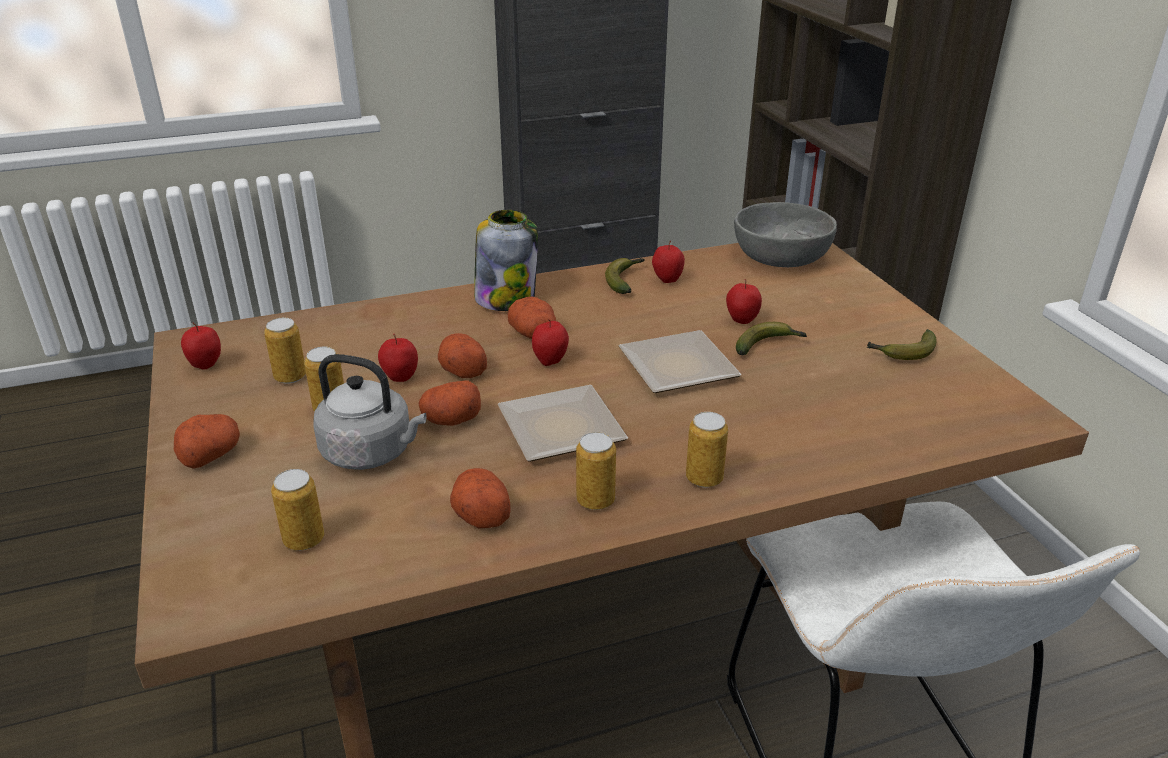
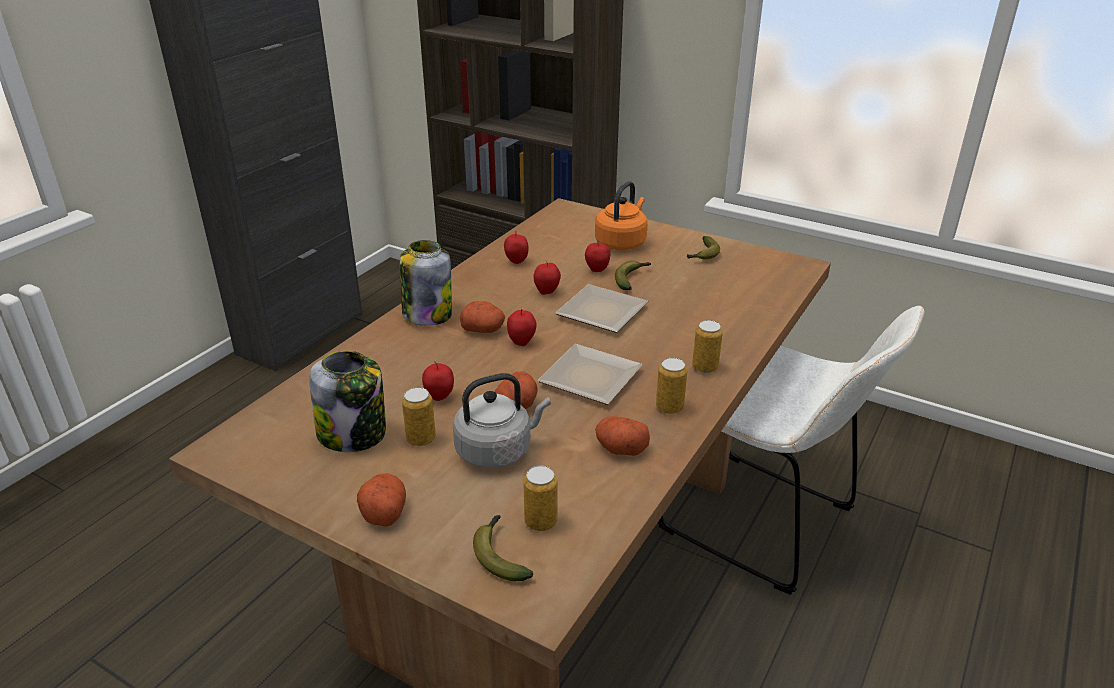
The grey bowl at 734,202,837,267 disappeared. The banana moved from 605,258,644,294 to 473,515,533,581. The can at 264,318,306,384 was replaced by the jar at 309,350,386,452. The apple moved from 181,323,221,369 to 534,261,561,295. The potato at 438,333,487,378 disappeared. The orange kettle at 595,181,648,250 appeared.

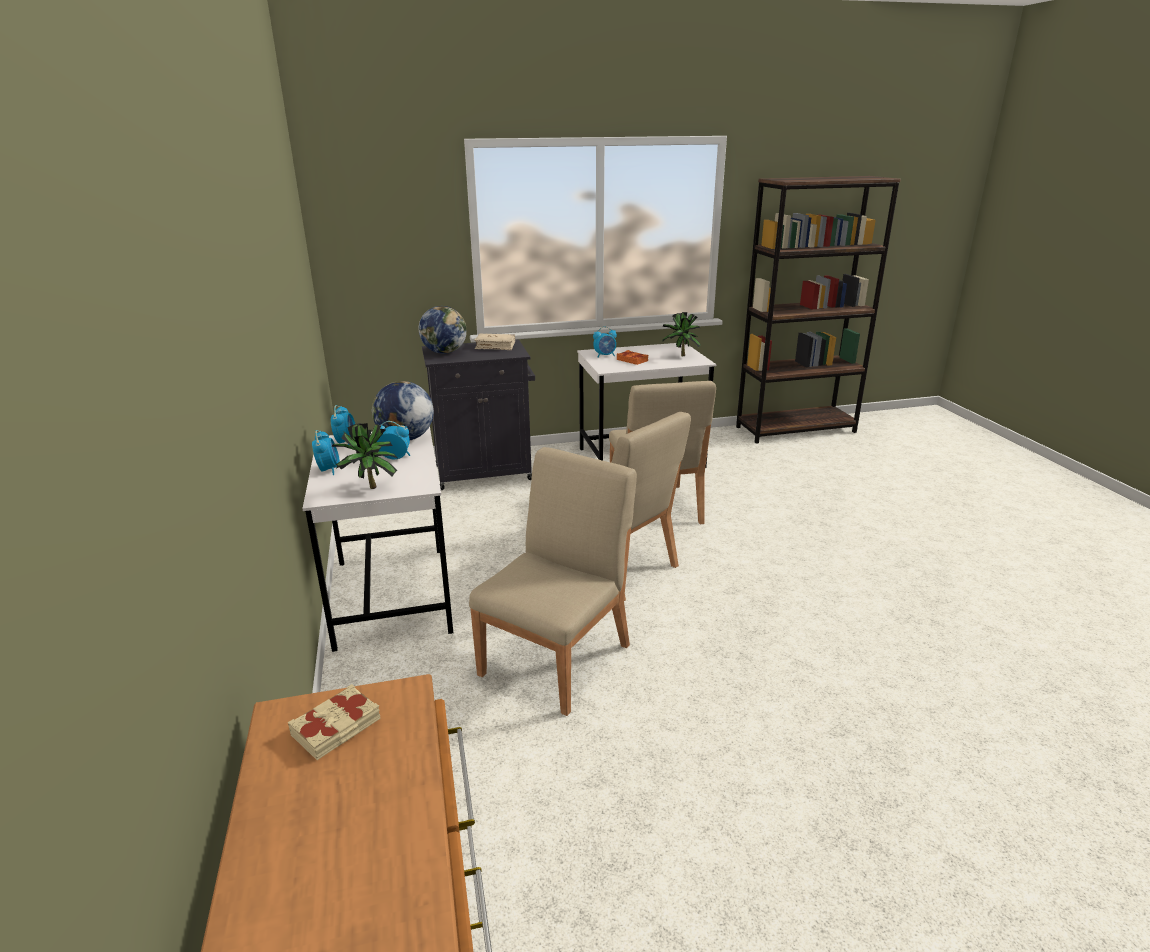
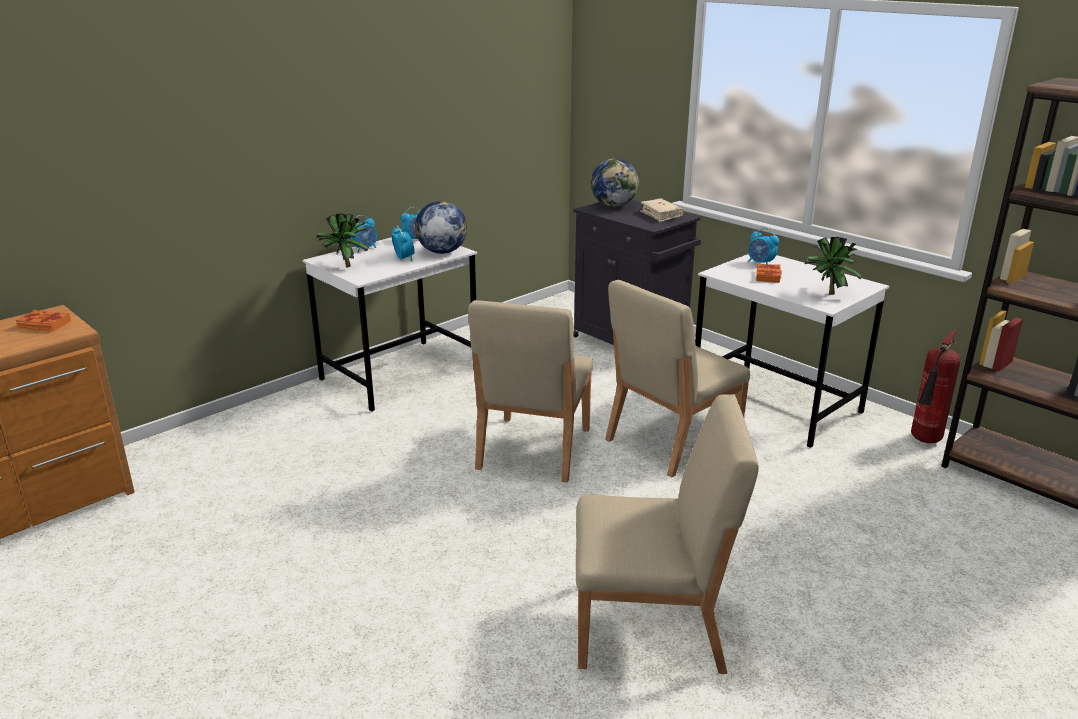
The beige chair moved from 469,447,637,716 to 576,394,759,674. The beige book at 288,684,381,760 became the orange book at 16,310,71,332. The fire extinguisher at 911,330,961,443 appeared.

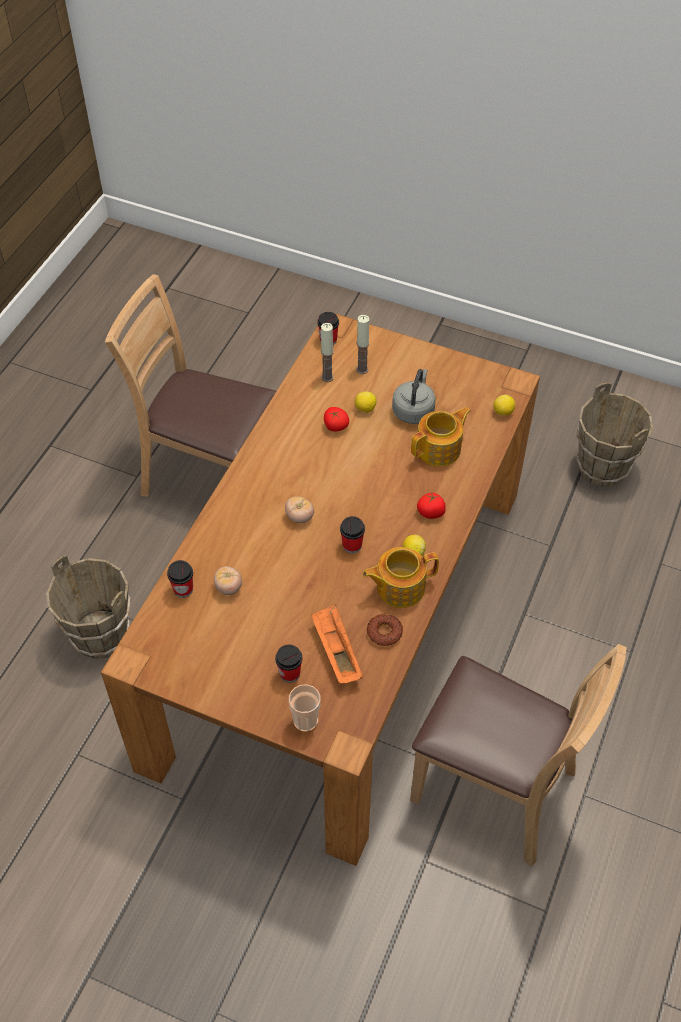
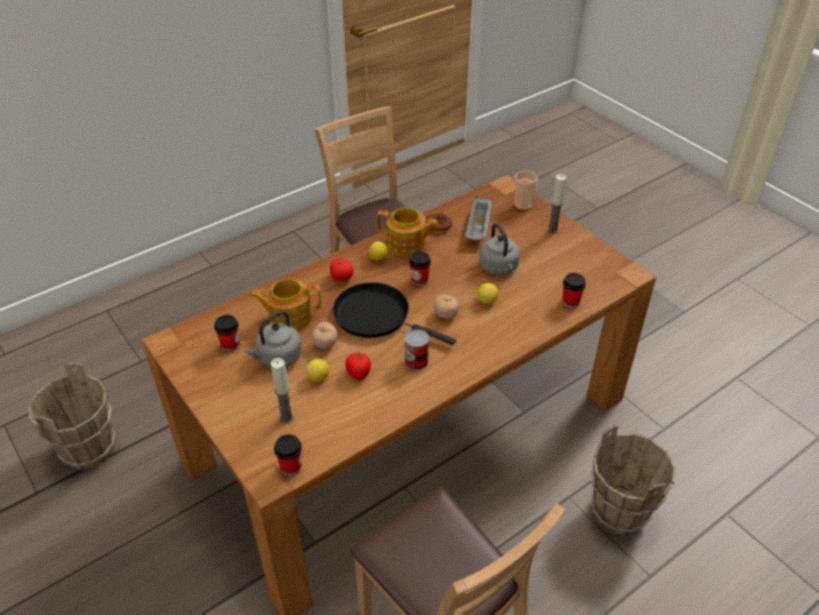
The candle moved from 321,323,334,382 to 547,174,567,234. The lemon moved from 493,395,515,415 to 477,283,499,304. The tomato moved from 214,566,242,595 to 312,322,338,349. The orange tray at 311,604,363,684 became the grey tray at 465,196,493,240. The cup moved from 275,645,302,683 to 214,315,240,352. The grey kettle at 479,223,520,275 appeared. The black frying pan at 333,282,456,345 appeared. The can at 405,329,429,370 appeared.

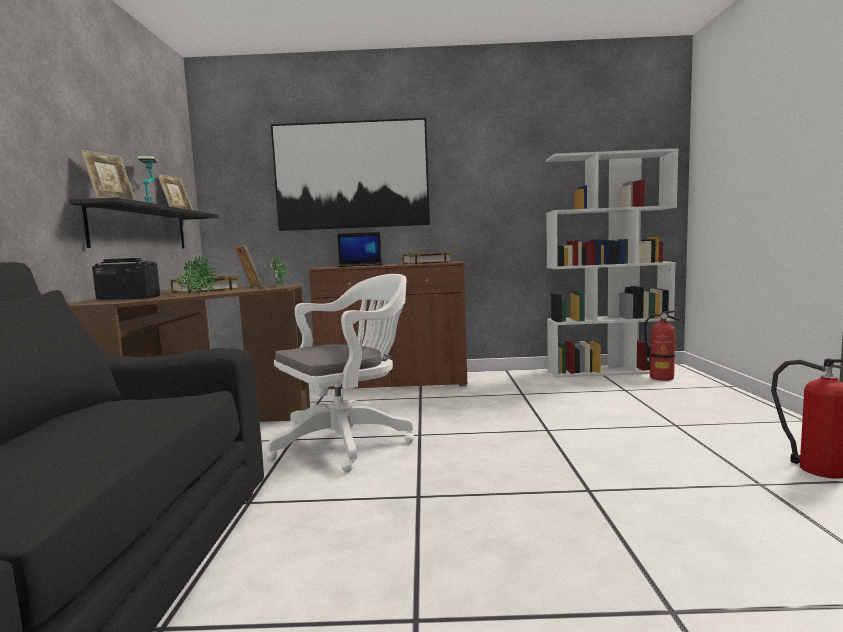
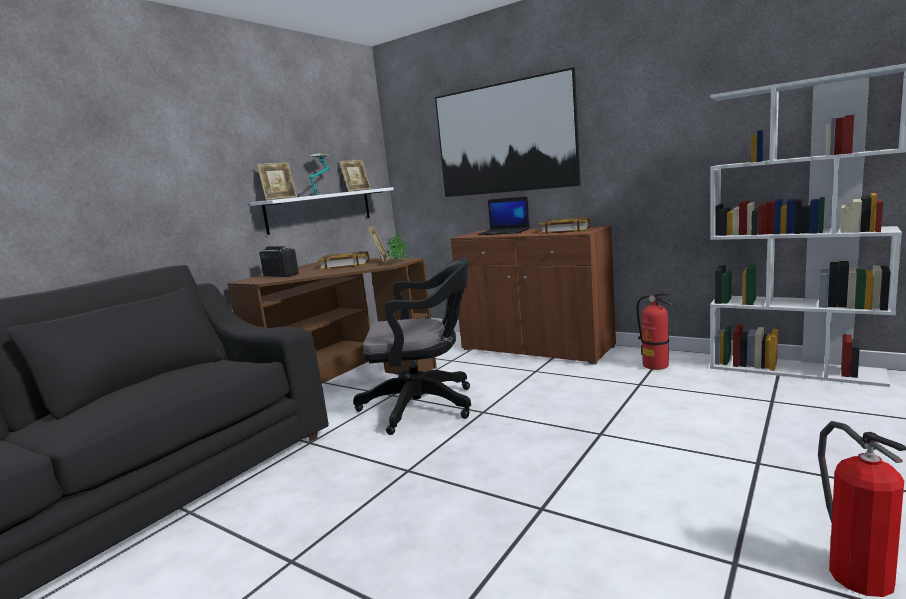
The black shelf at 69,197,219,249 became the white shelf at 250,187,394,235. The potted plant at 177,256,217,293 disappeared. The white office chair at 266,274,414,472 became the black office chair at 353,258,471,435. The fire extinguisher moved from 644,311,681,381 to 637,293,672,370.

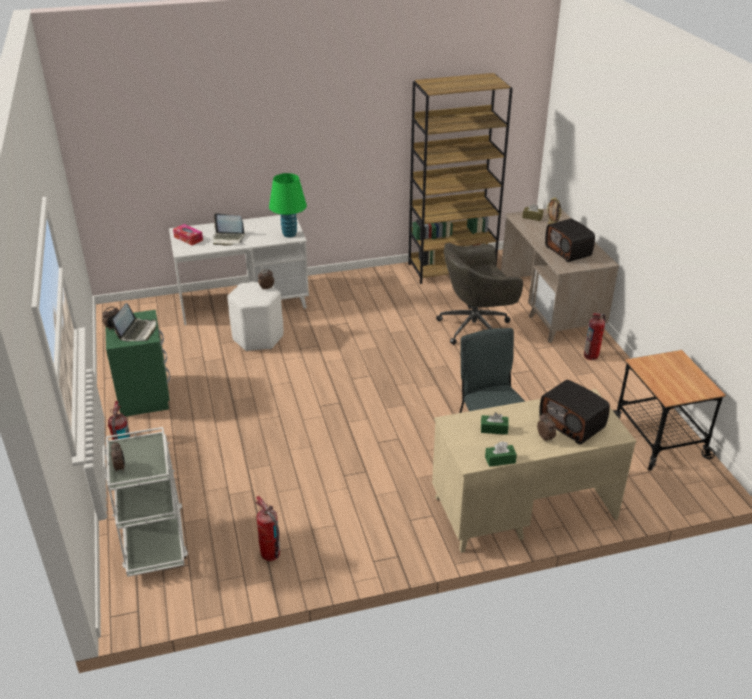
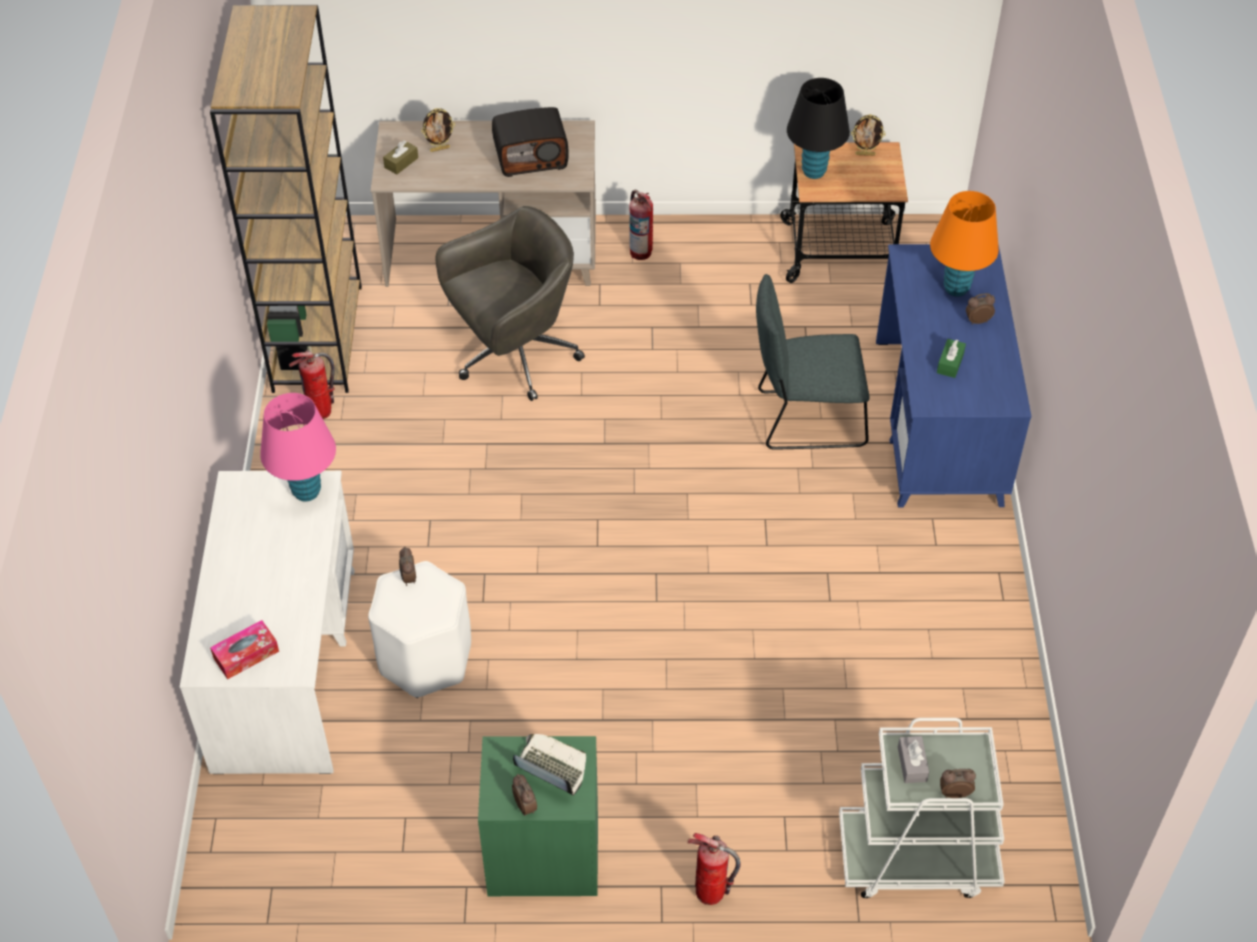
The green table lamp at 269,173,307,238 became the pink table lamp at 260,393,336,502. The laptop at 213,213,244,246 disappeared. The grey office chair at 436,243,523,345 turned 120 degrees counterclockwise. The radio at 539,380,610,444 was replaced by the orange table lamp at 930,191,999,296. The beige desk at 432,389,636,553 became the blue desk at 876,244,1031,508. The green tissue box at 485,441,517,467 disappeared. The fire extinguisher moved from 255,496,280,561 to 289,350,335,419. The black table lamp at 787,78,850,179 appeared. The picture frame at 851,114,885,156 appeared. The grey tissue box at 898,736,929,783 appeared.

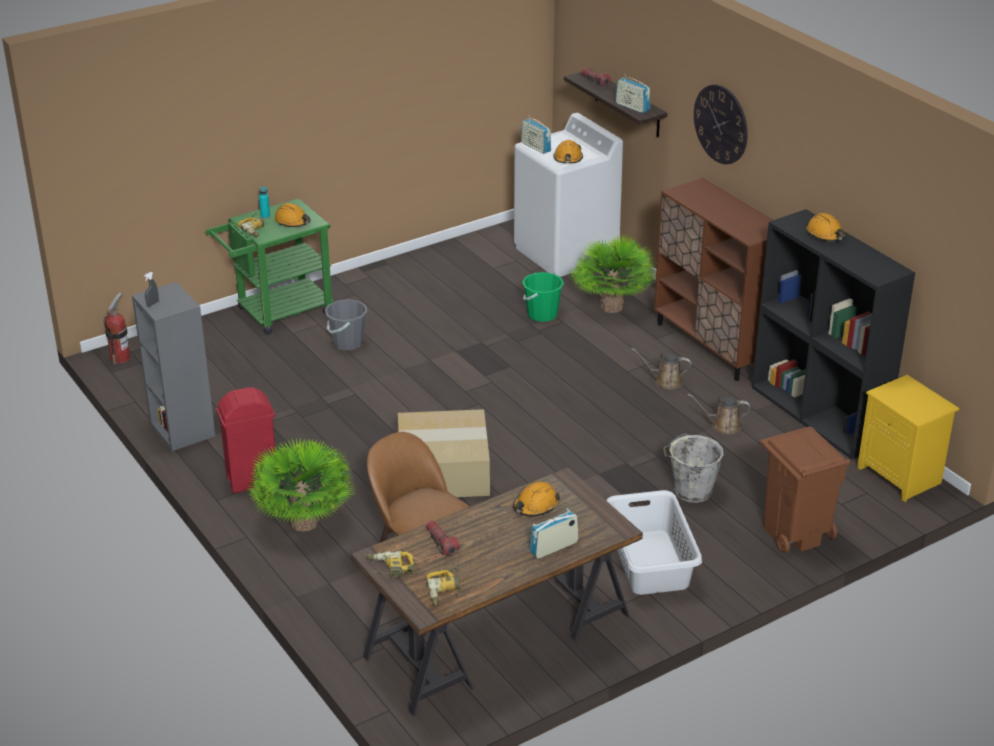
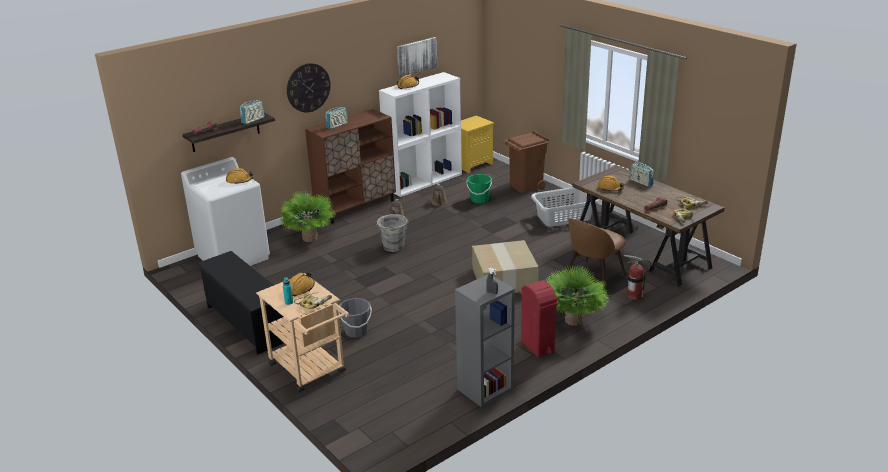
The radio moved from 521,118,551,154 to 326,107,348,129. The green cart at 206,199,334,335 became the beige cart at 256,273,349,392. The black bookcase at 752,209,915,460 became the white bookcase at 379,72,462,197. The green bucket moved from 522,272,564,322 to 466,174,492,203. The fire extinguisher moved from 104,292,130,365 to 624,255,652,301. The grey bucket moved from 663,434,724,503 to 376,214,409,252. The picture at 397,37,437,77 appeared. The black shoe rack at 196,251,291,355 appeared.

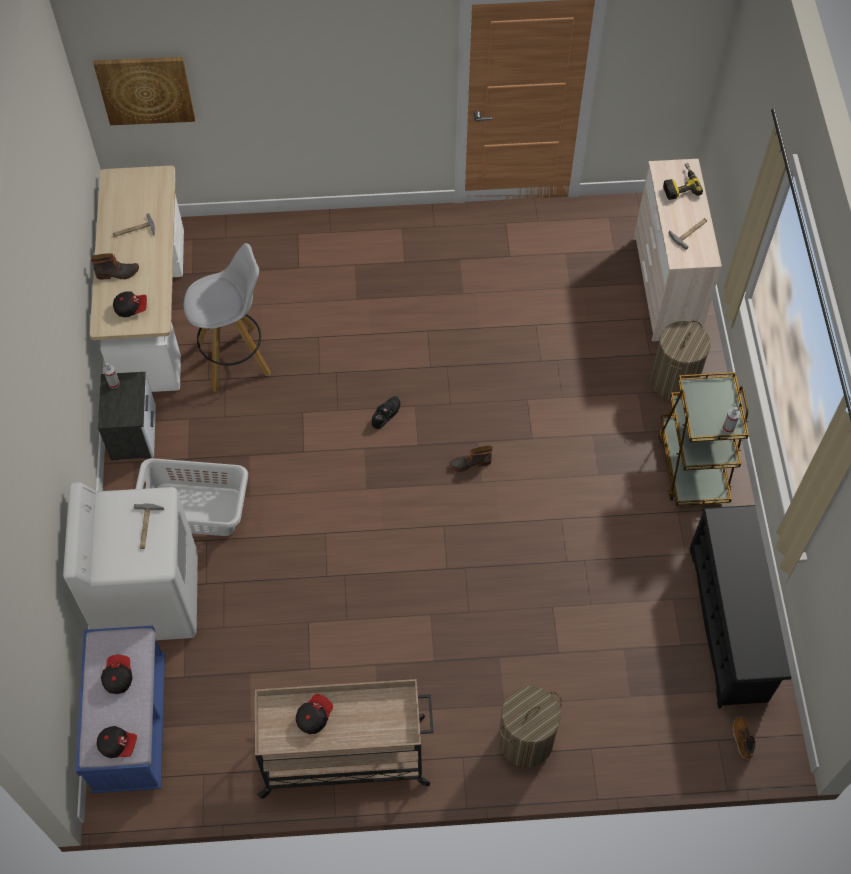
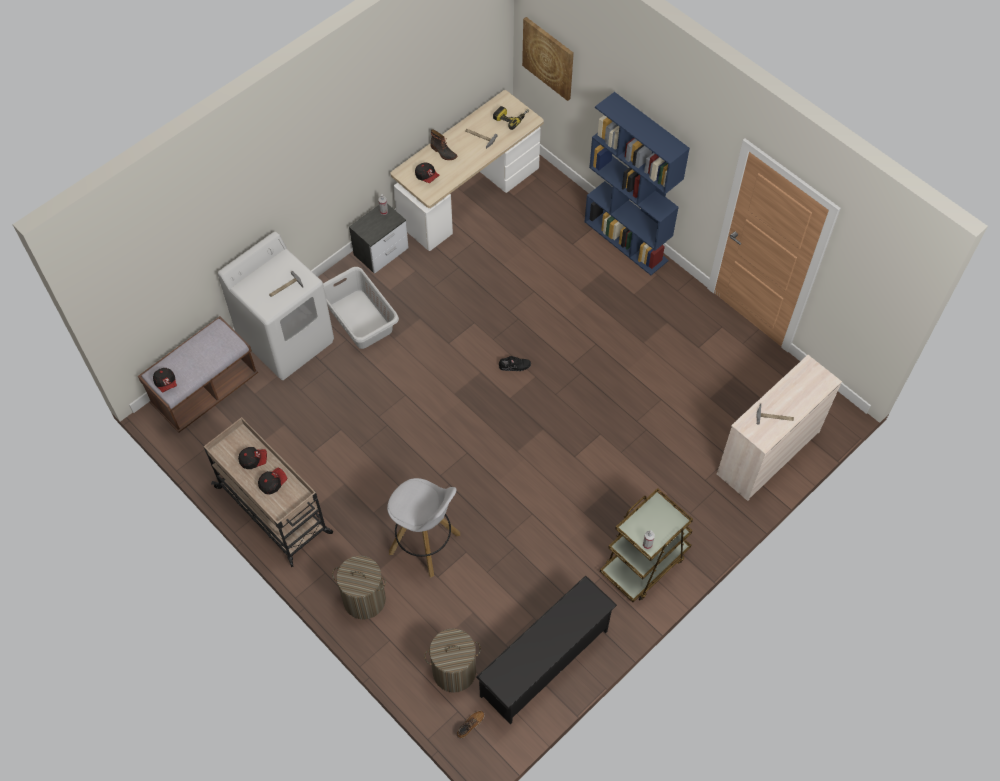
The power drill moved from 663,163,703,200 to 493,106,529,130. The white stool moved from 184,243,271,392 to 387,478,460,578. The laundry basket moved from 650,320,711,400 to 424,628,481,693. The boot at 449,446,493,472 disappeared. The blue bench at 76,626,165,793 became the brown bench at 138,316,258,433. The cap moved from 101,655,133,694 to 258,468,287,495. The blue bookcase at 584,92,690,275 appeared.

